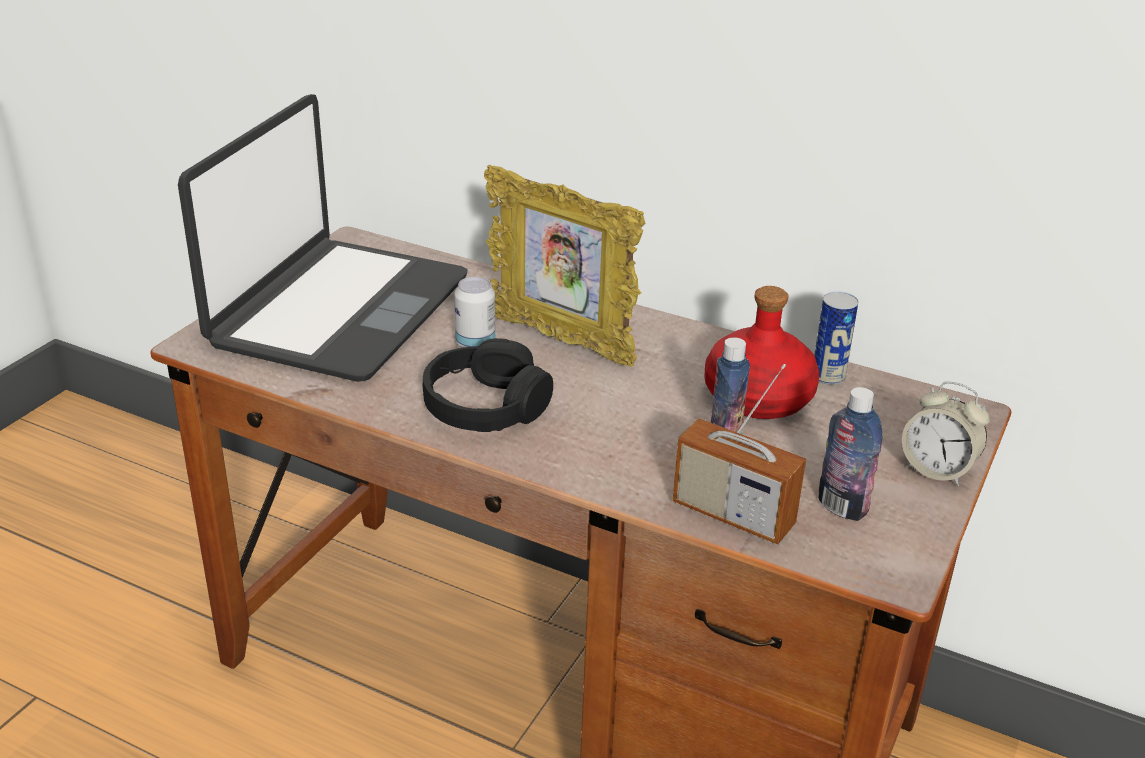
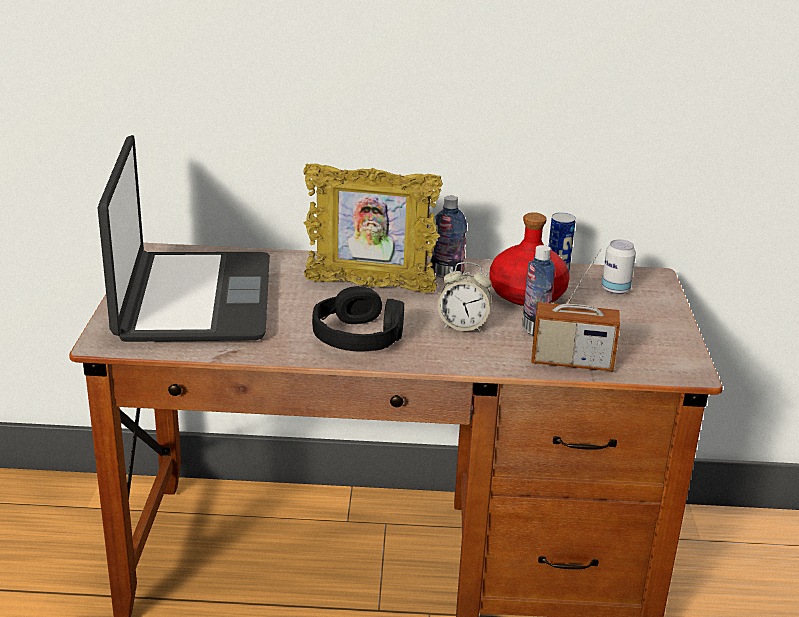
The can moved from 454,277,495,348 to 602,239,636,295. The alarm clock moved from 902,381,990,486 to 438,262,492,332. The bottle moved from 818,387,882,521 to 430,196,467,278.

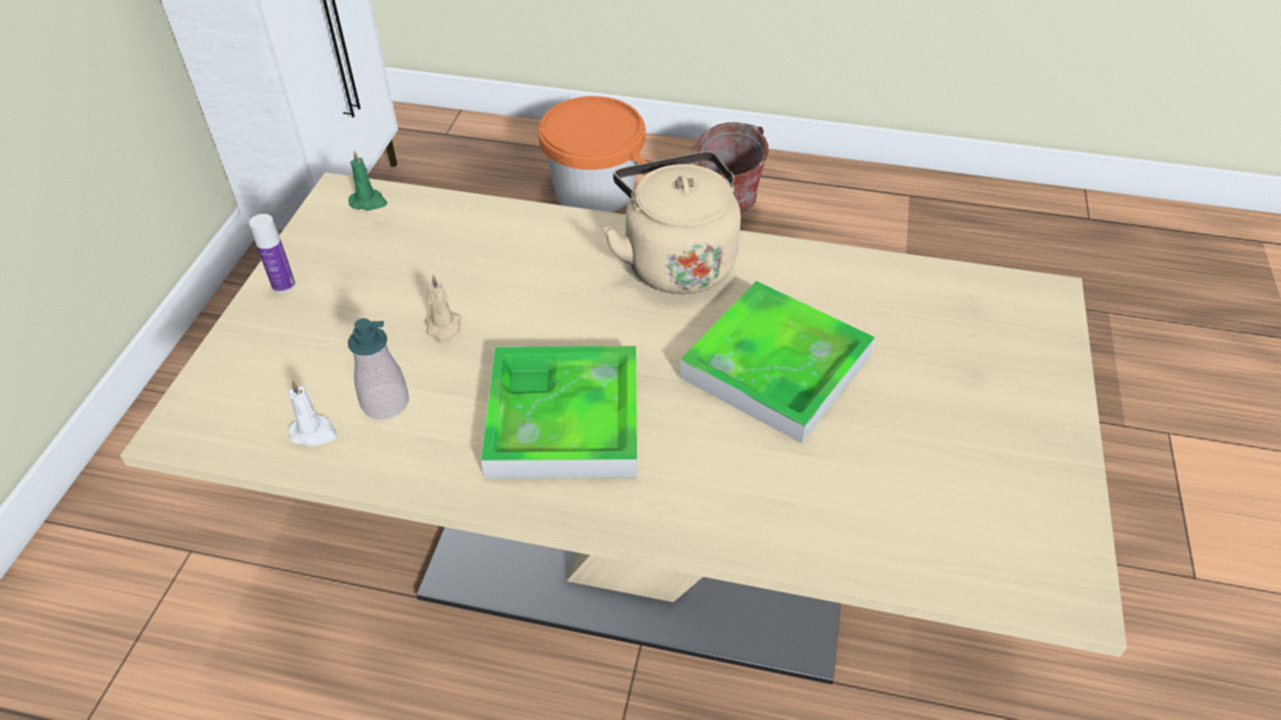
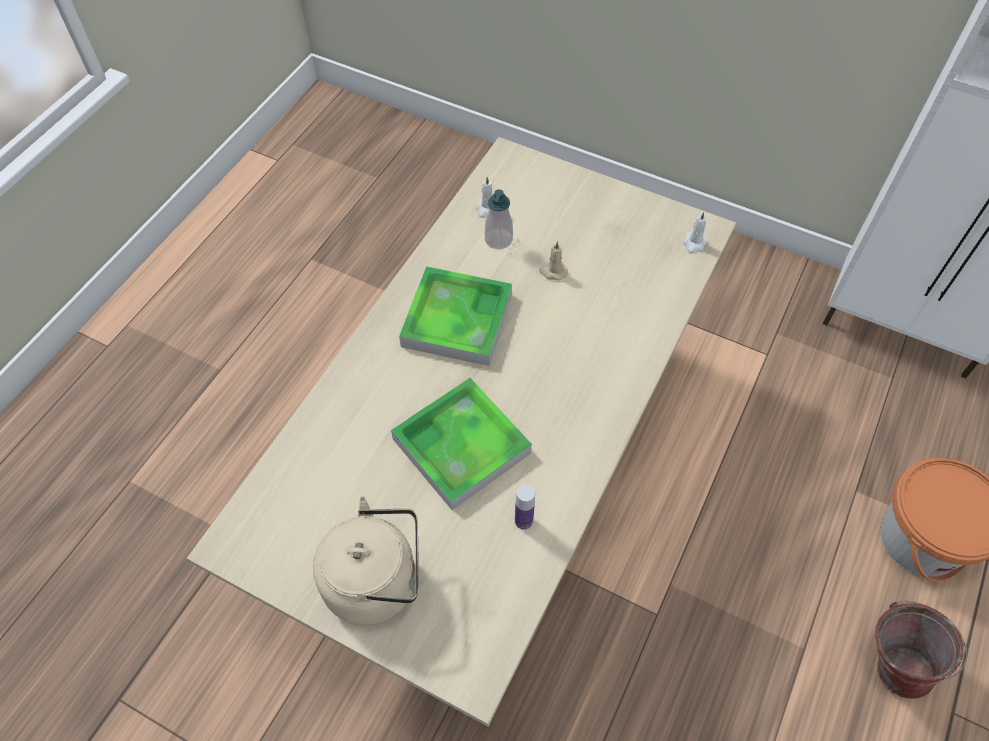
The green candle at 348,150,387,211 became the white candle at 683,212,708,254. The beige kettle moved from 603,151,741,294 to 313,496,419,625. The bottle moved from 249,214,295,293 to 515,484,535,530.

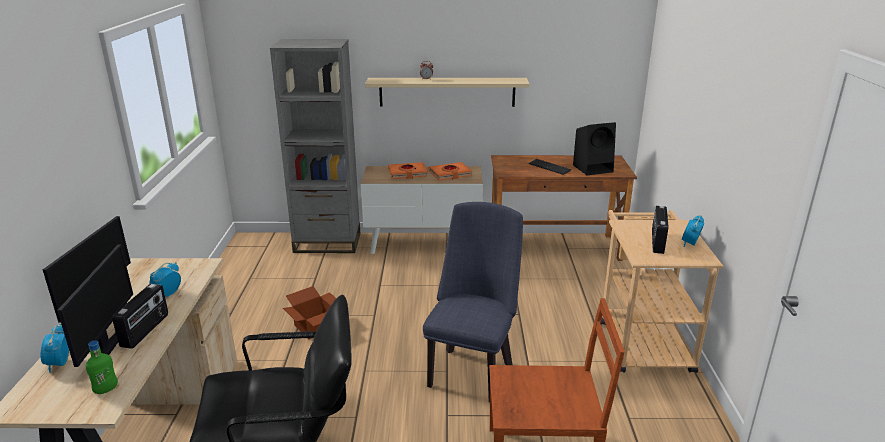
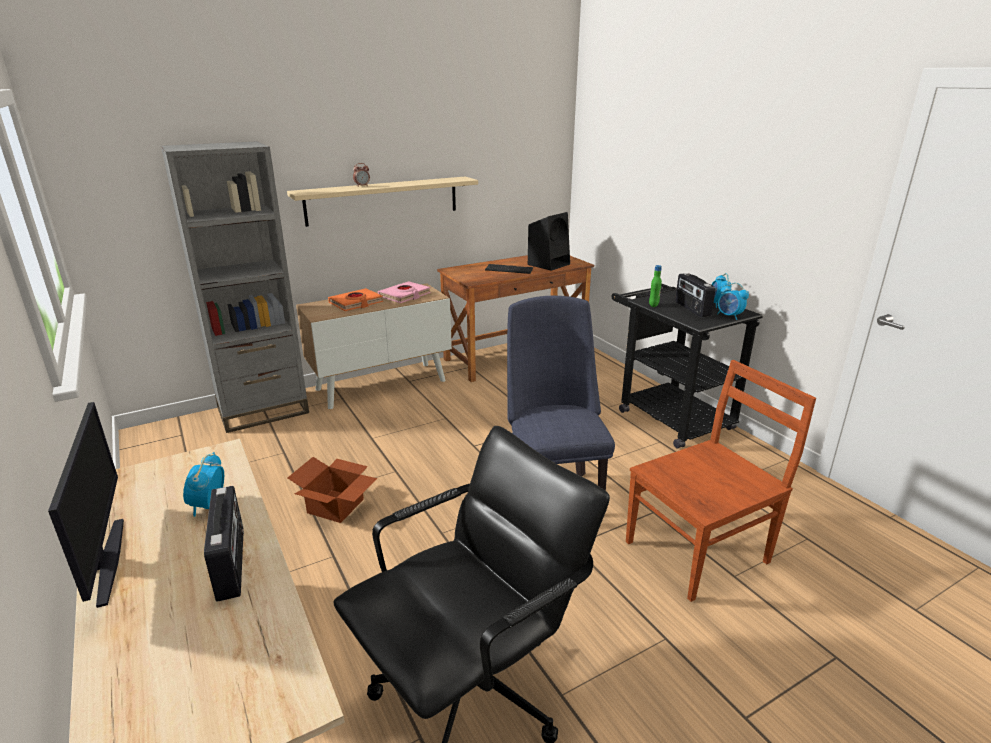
The orange book at 429,162,472,180 became the pink book at 378,281,431,303. The beige cart at 600,210,723,373 became the black cart at 611,284,763,449. The monitor at 57,244,133,367 disappeared. The alarm clock moved from 40,324,69,373 to 717,283,749,320. The green bottle moved from 85,340,118,394 to 649,265,662,307.

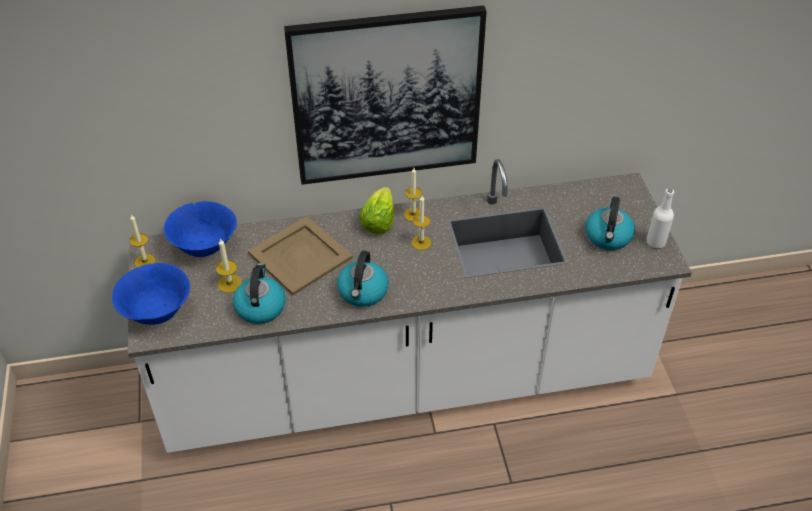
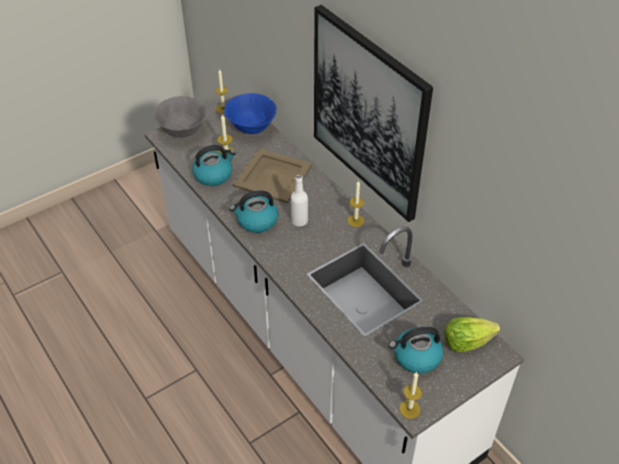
The lettuce moved from 359,187,394,234 to 444,317,500,352. The white bottle moved from 646,188,674,248 to 291,175,308,226. The candle moved from 411,196,431,250 to 399,372,422,419. The blue bowl at 112,263,190,325 became the grey bowl at 153,96,207,138.

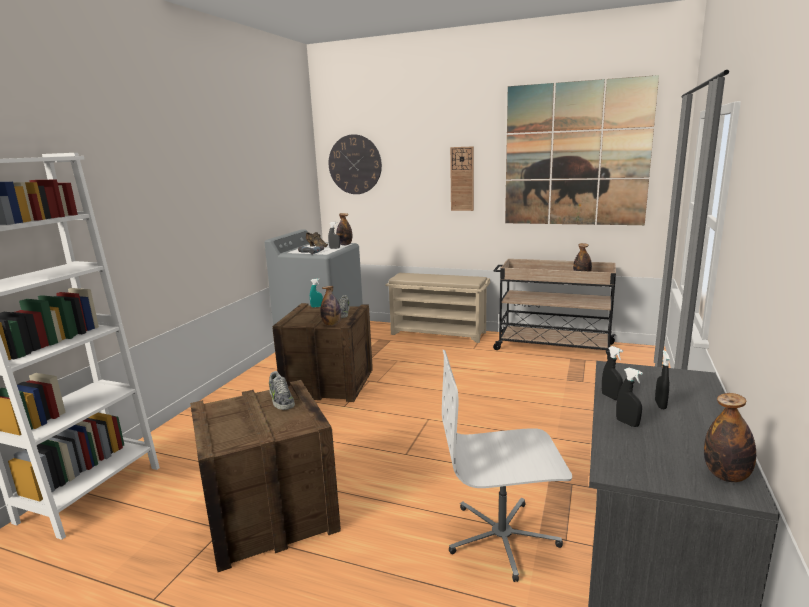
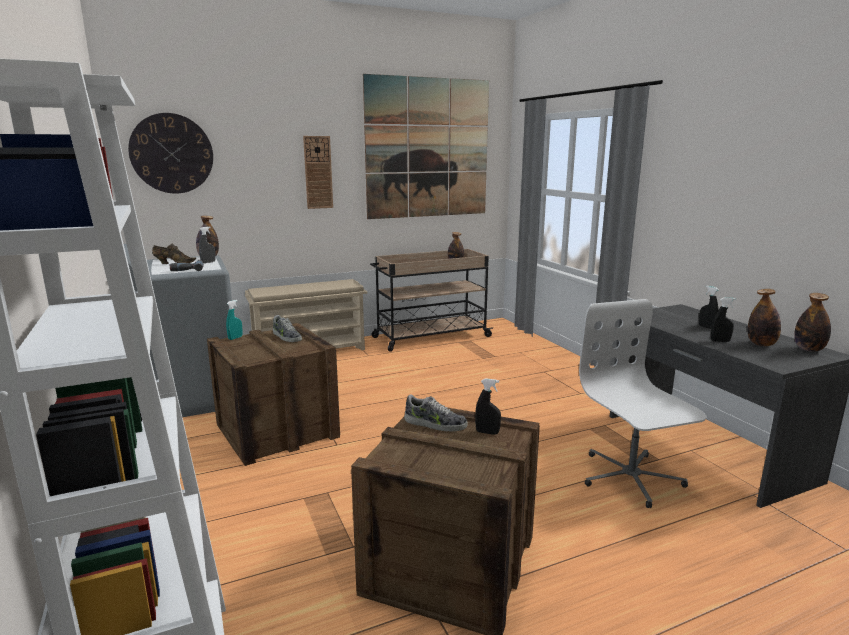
The bottle moved from 321,286,341,326 to 748,289,781,346. The black spray bottle moved from 602,346,623,400 to 475,378,501,435. The white office chair at 442,350,572,582 turned 120 degrees clockwise.

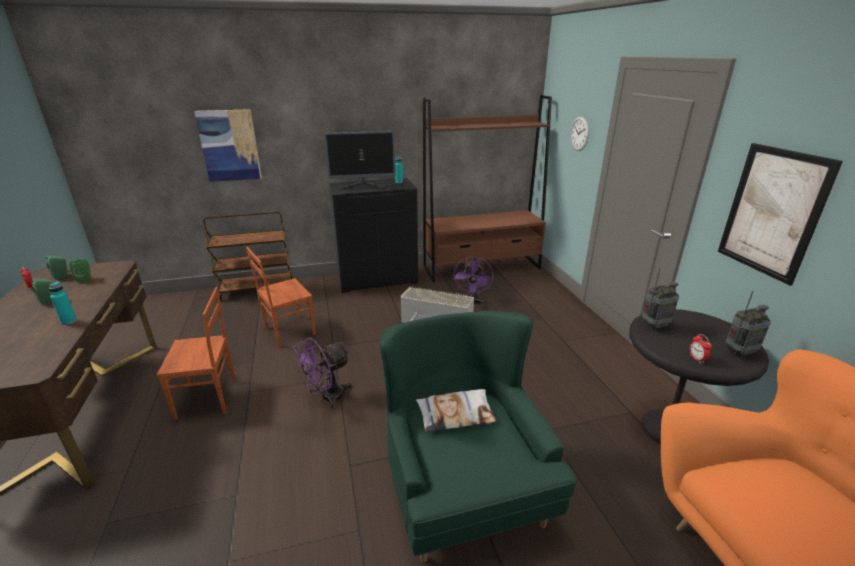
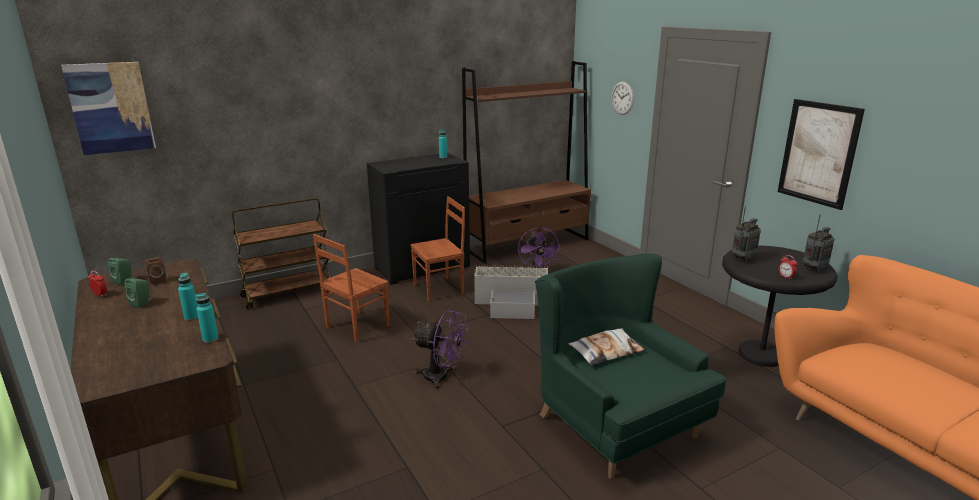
The picture moved from 194,109,262,182 to 61,62,156,155. The monitor at 324,131,396,189 disappeared. The green speaker at 69,259,90,282 became the brown speaker at 146,257,166,285. The brown chair moved from 157,287,236,420 to 410,196,465,301. The purple fan at 293,338,352,409 turned 105 degrees counterclockwise. The turquoise bottle at 195,293,219,343 appeared.

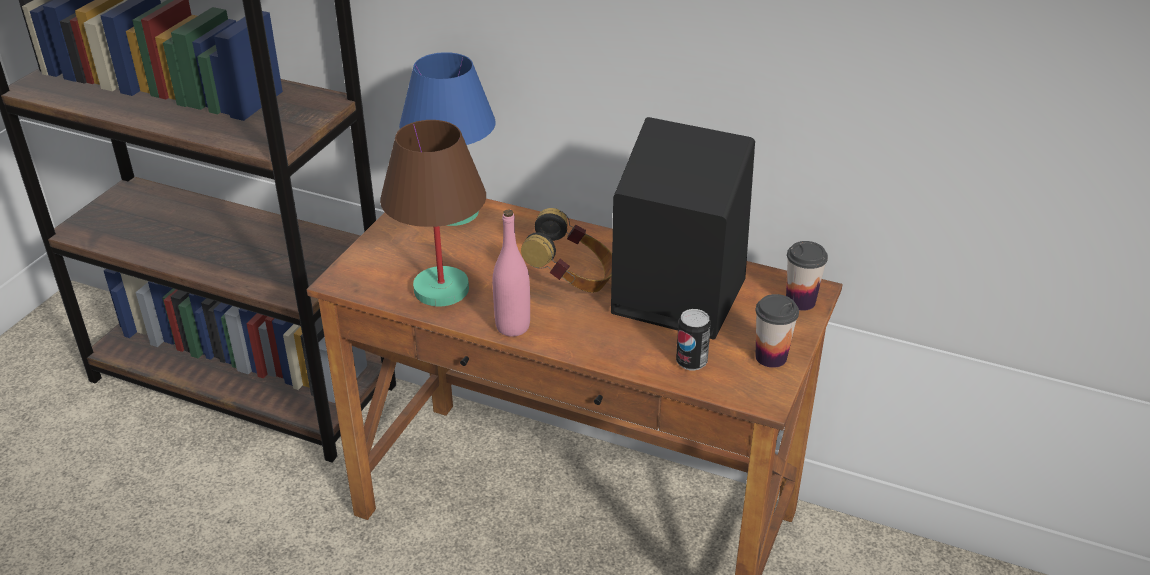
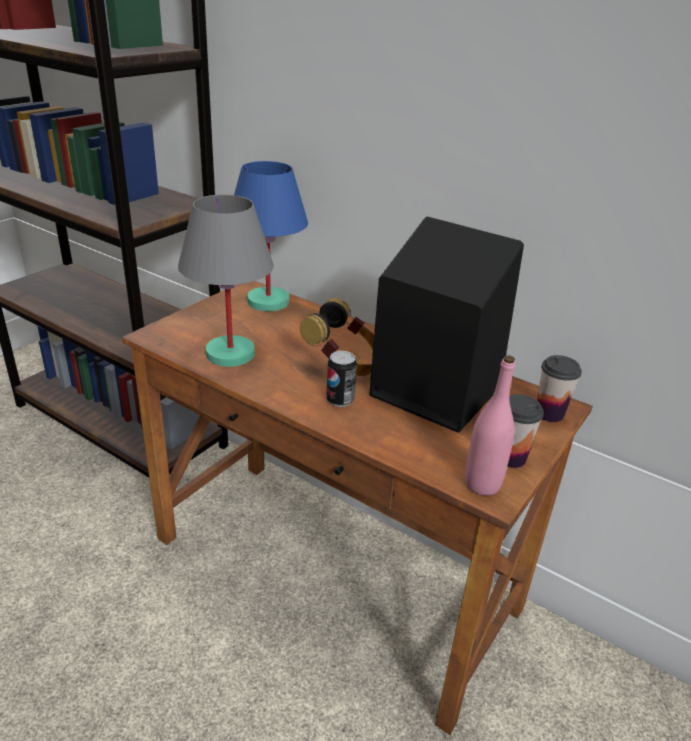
The brown table lamp at 380,120,486,307 became the grey table lamp at 178,195,274,367. The pink bottle moved from 493,210,530,337 to 465,355,515,496. The can moved from 676,309,711,371 to 326,351,357,407.

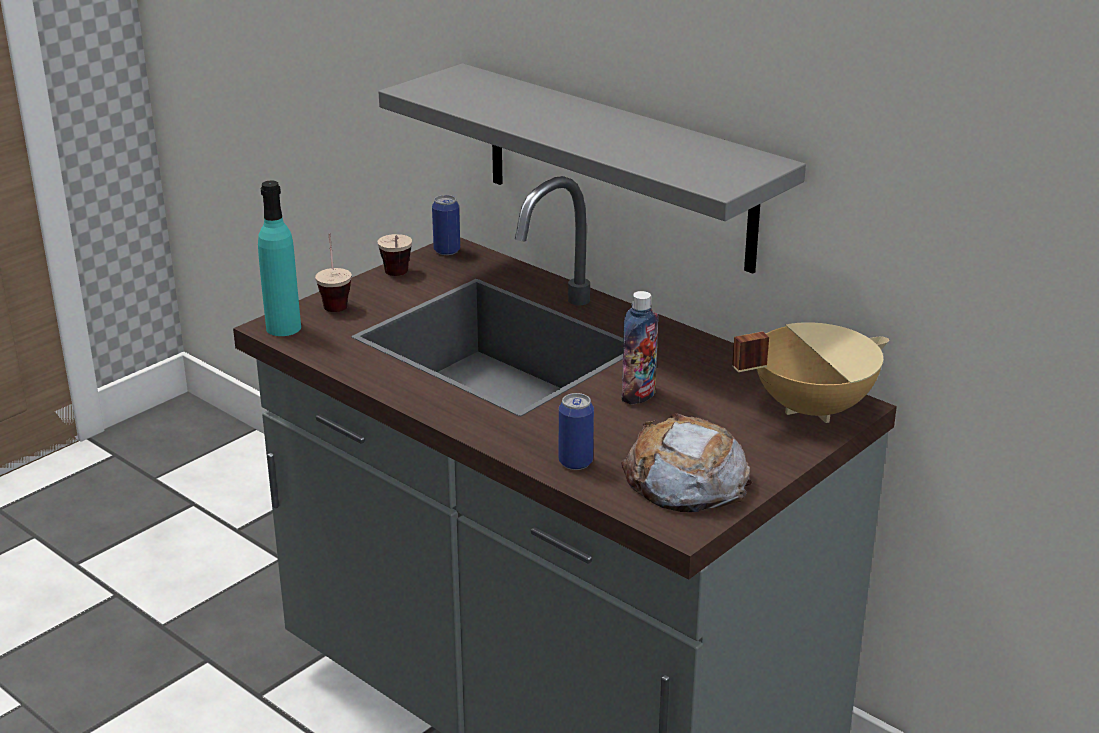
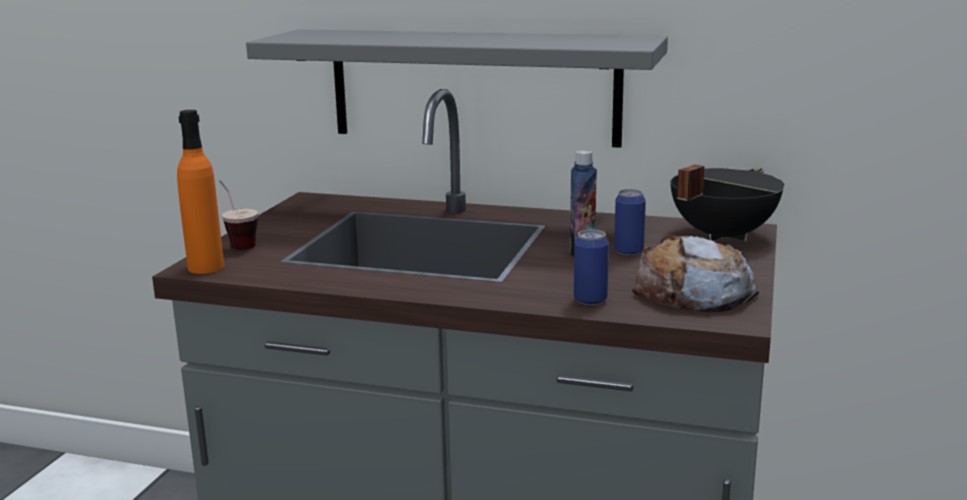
The turquoise bottle at 258,181,301,336 became the orange bottle at 177,110,224,274. The can moved from 432,195,460,255 to 614,189,646,255. The cup at 378,234,412,276 disappeared. The beige cooking pot at 732,322,889,423 became the black cooking pot at 670,164,785,241.

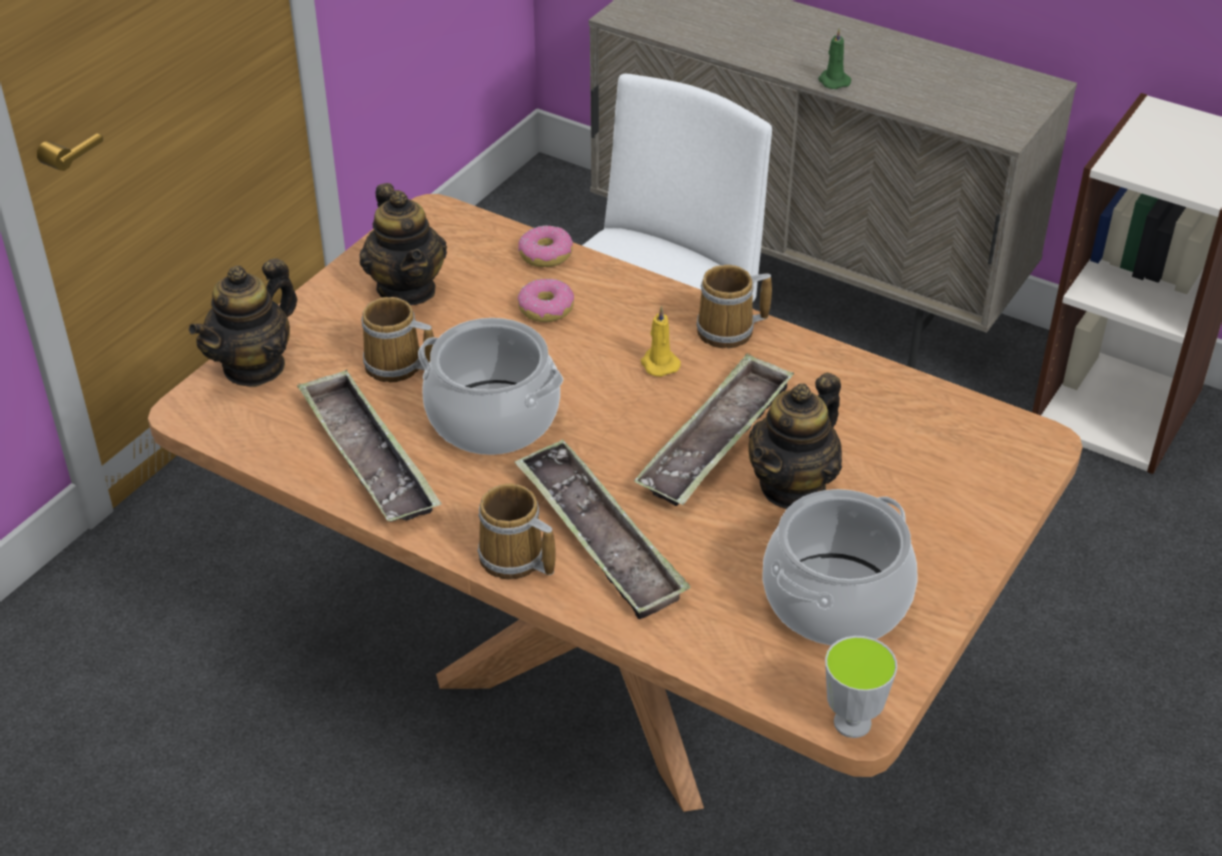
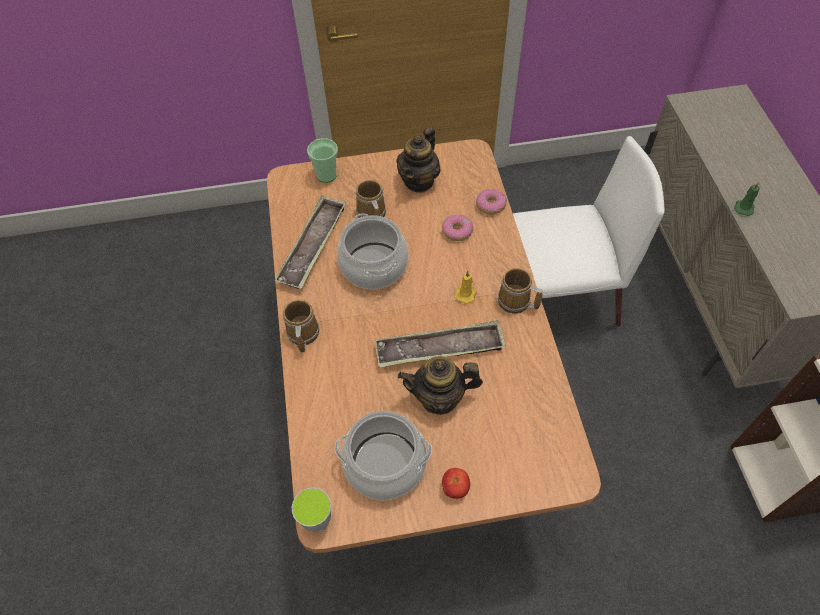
The teapot at 189,258,297,387 was replaced by the cup at 307,138,338,183. The tray at 514,439,690,620 disappeared. The tomato at 442,468,470,499 appeared.

